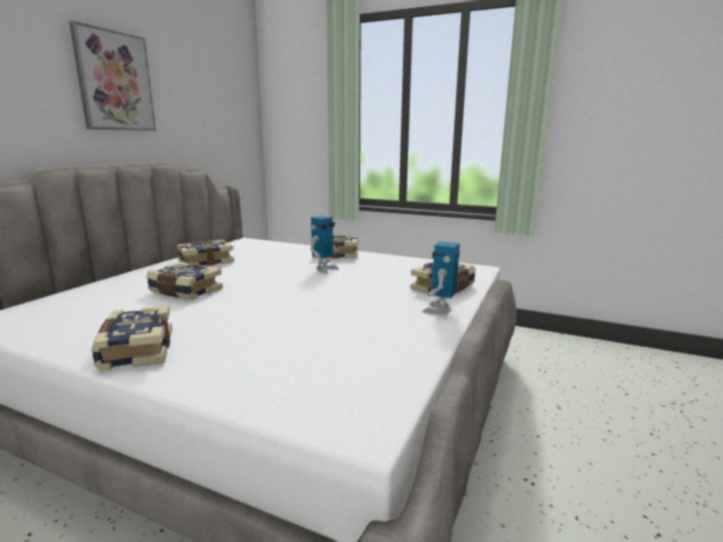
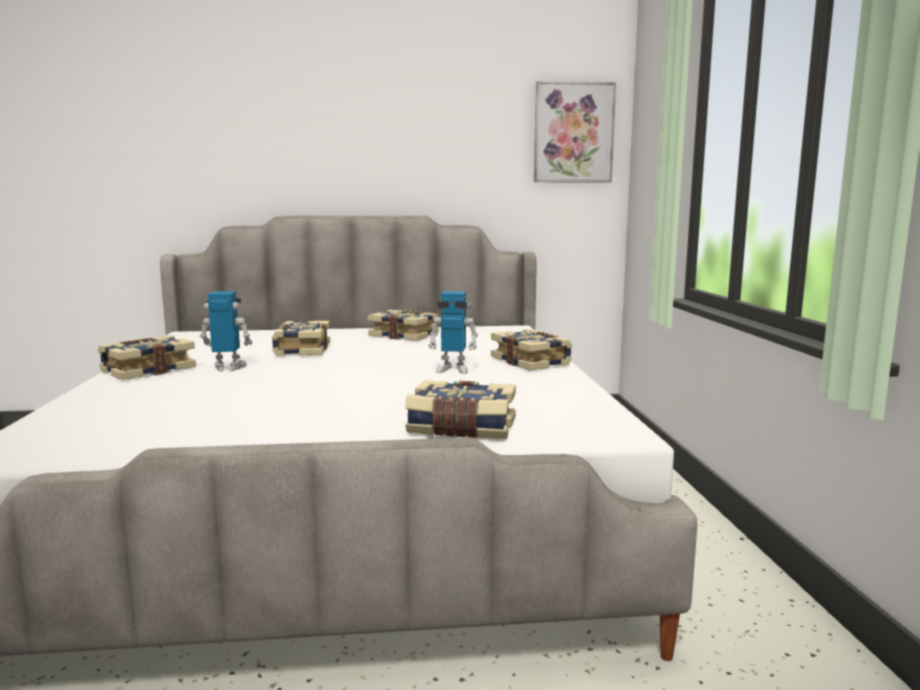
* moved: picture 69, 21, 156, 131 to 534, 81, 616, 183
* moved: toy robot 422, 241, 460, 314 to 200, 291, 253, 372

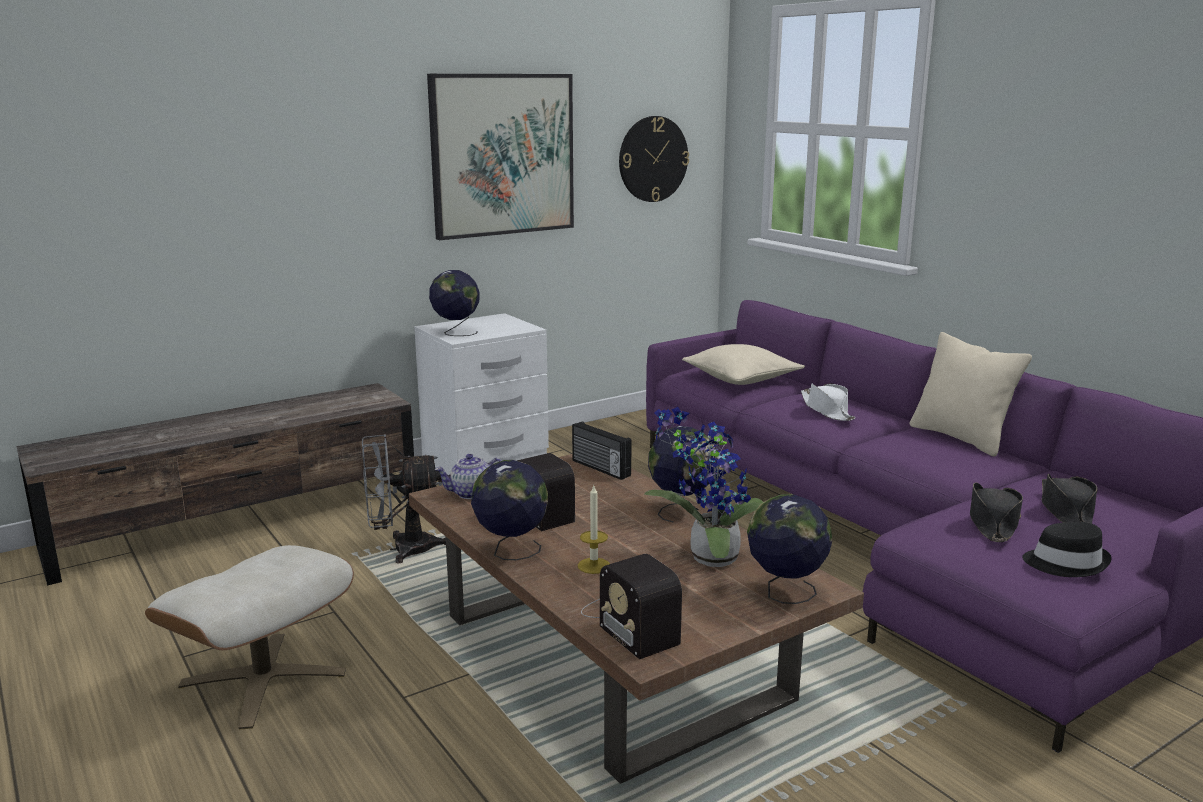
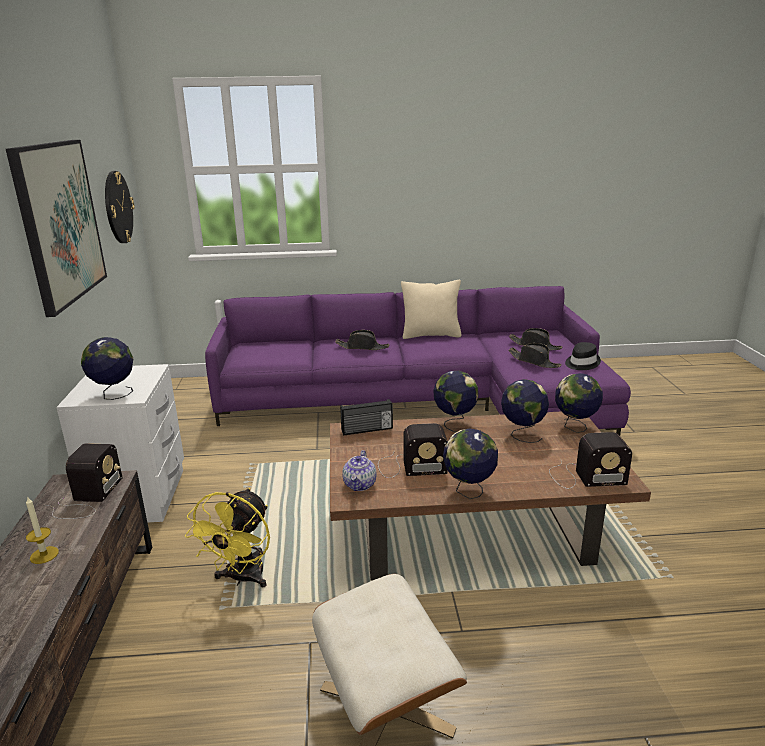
* removed: pillow in beige 682, 344, 805, 385
* added: radio 46, 443, 123, 519
* moved: candle 578, 486, 610, 574 to 26, 496, 59, 564
* replaced: potted plant 644, 407, 763, 567 to globe 501, 379, 549, 443
* recoloured: fan in grey 362, 434, 446, 564 to fan in yellow 185, 488, 270, 588
* recoloured: hat in white 801, 383, 856, 421 to hat in black 335, 330, 389, 350

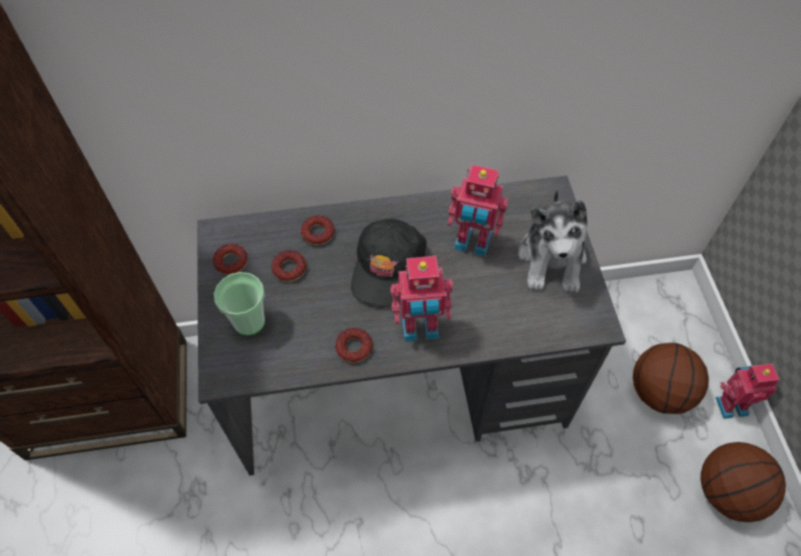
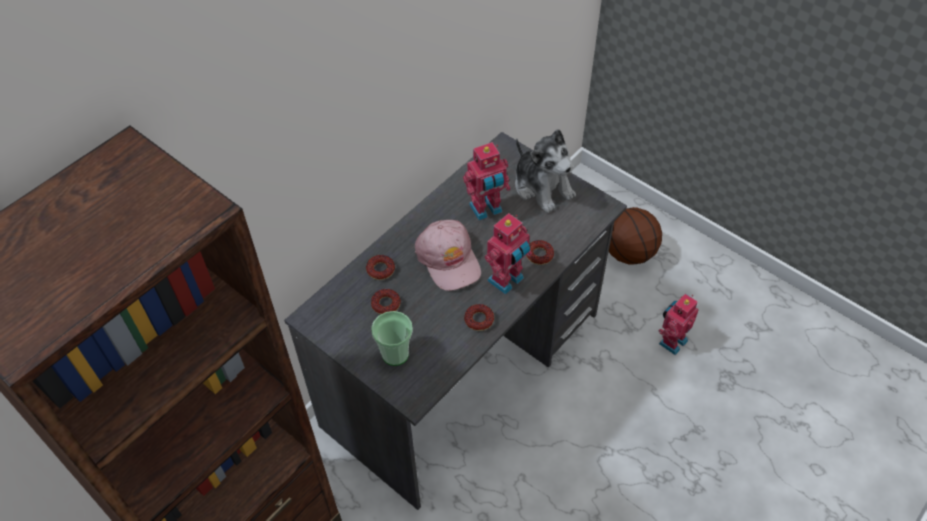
* removed: basketball 701, 442, 786, 522
* moved: donut 213, 244, 248, 275 to 526, 240, 554, 265
* moved: toy robot 715, 364, 780, 419 to 659, 294, 699, 355
* recoloured: cap in black 351, 219, 427, 307 to cap in pink 415, 220, 481, 291

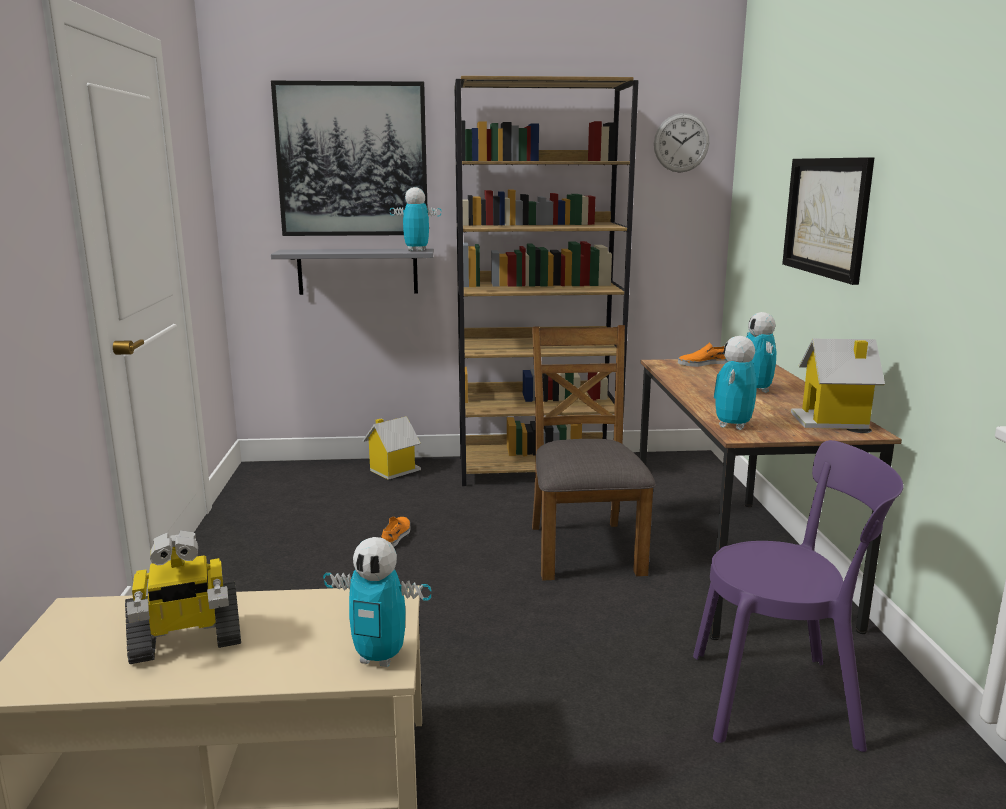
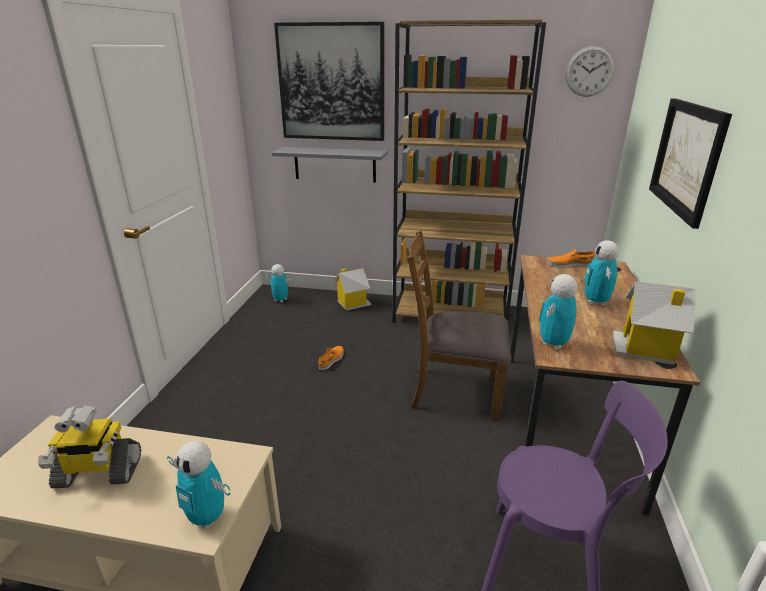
* moved: toy robot 390, 187, 441, 251 to 264, 264, 293, 303
* turned: chair in brown 532, 325, 656, 581 = 407, 230, 511, 421 90 degrees counterclockwise

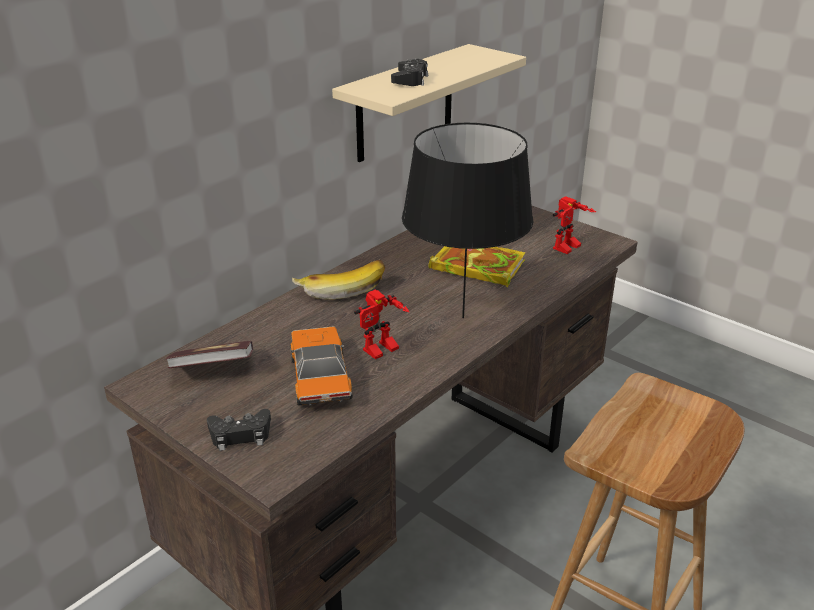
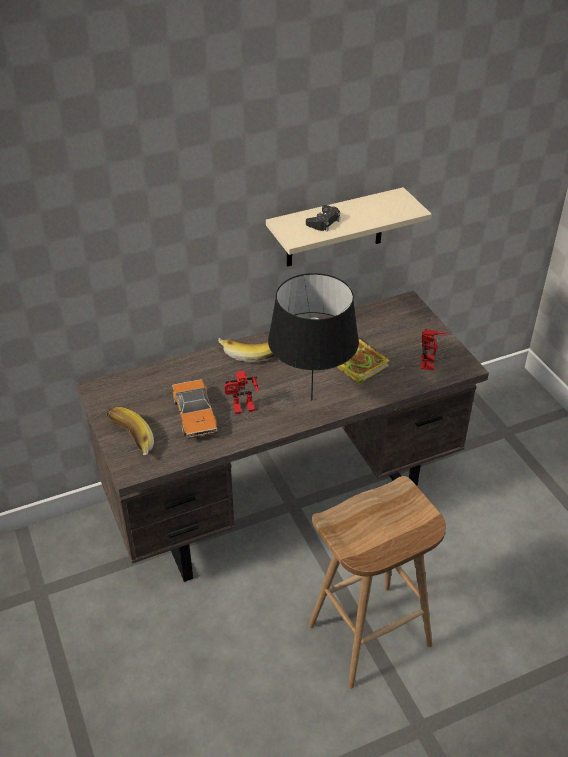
* removed: book 166, 341, 253, 368
* replaced: game controller in black 207, 409, 271, 451 to banana 107, 407, 154, 456
* turned: toy car 290, 326, 352, 406 = 172, 379, 218, 439 150 degrees clockwise
* turned: toy robot 553, 196, 596, 254 = 421, 329, 446, 370 60 degrees counterclockwise

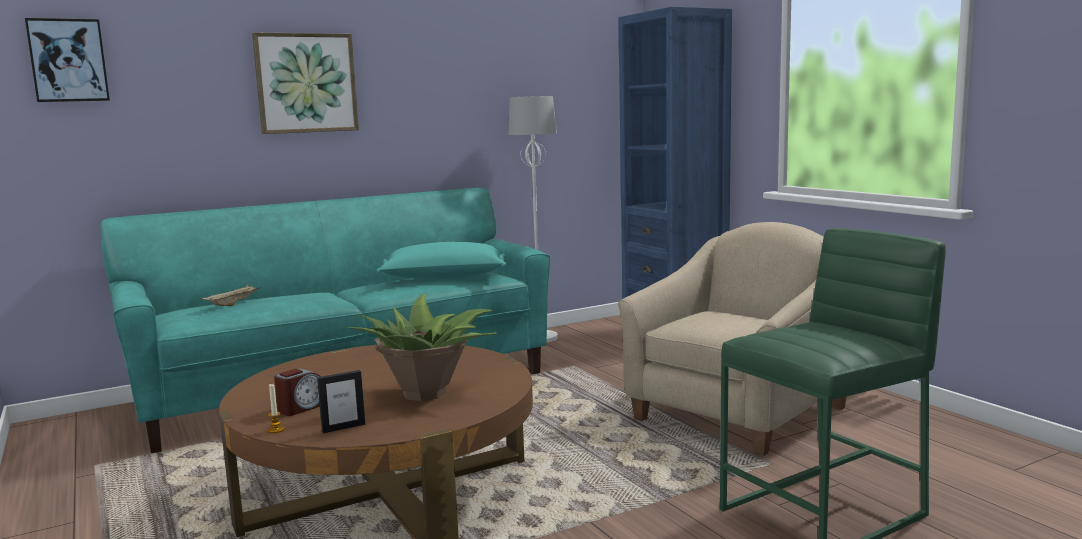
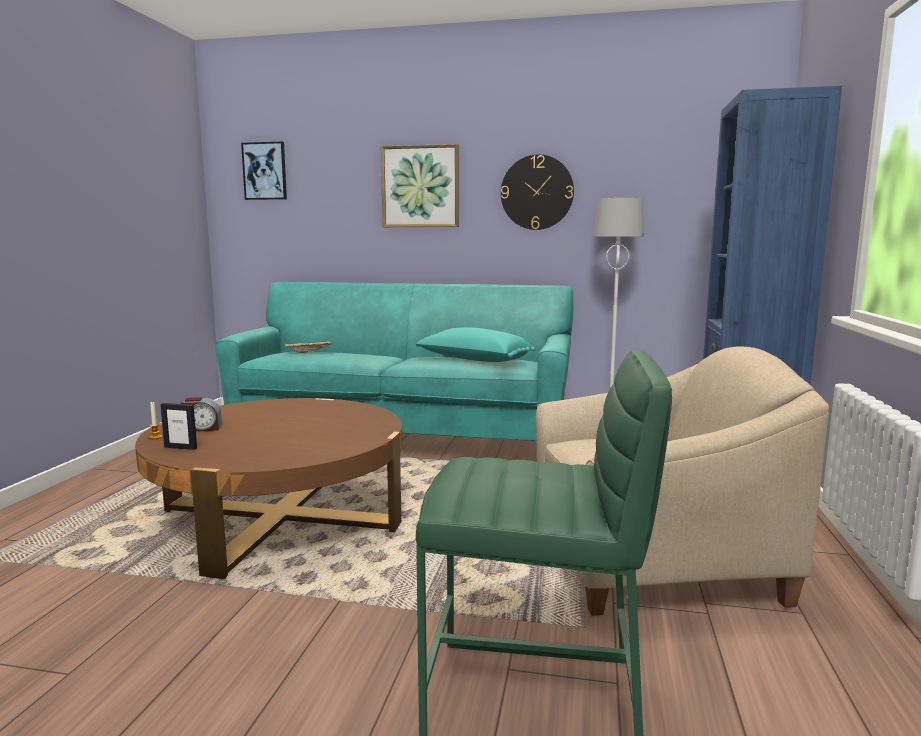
* removed: potted plant 347, 293, 497, 401
* added: wall clock 501, 154, 574, 230

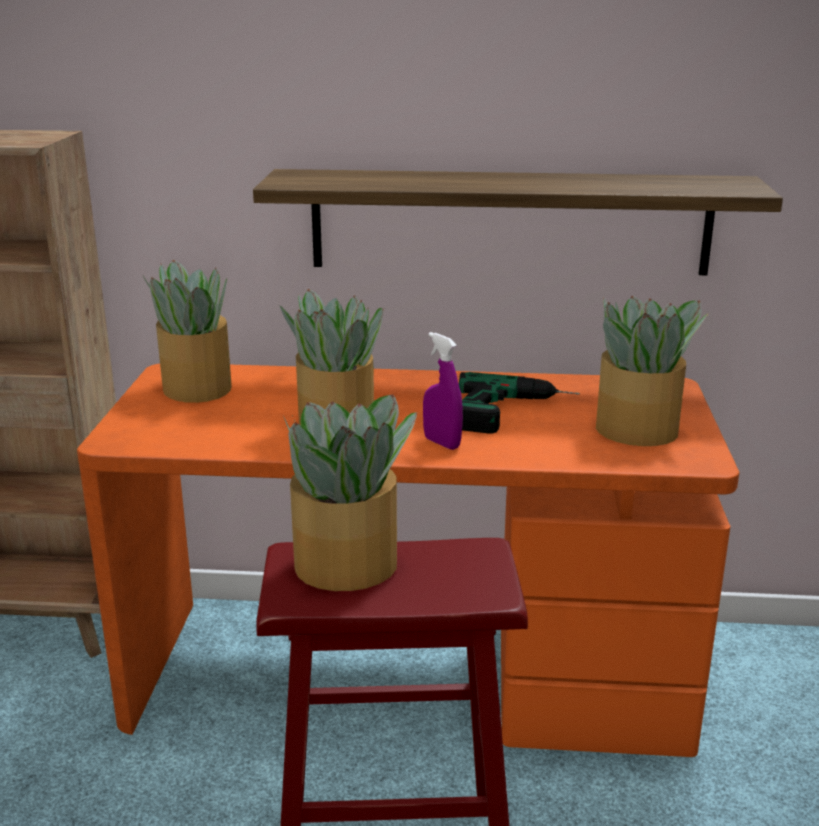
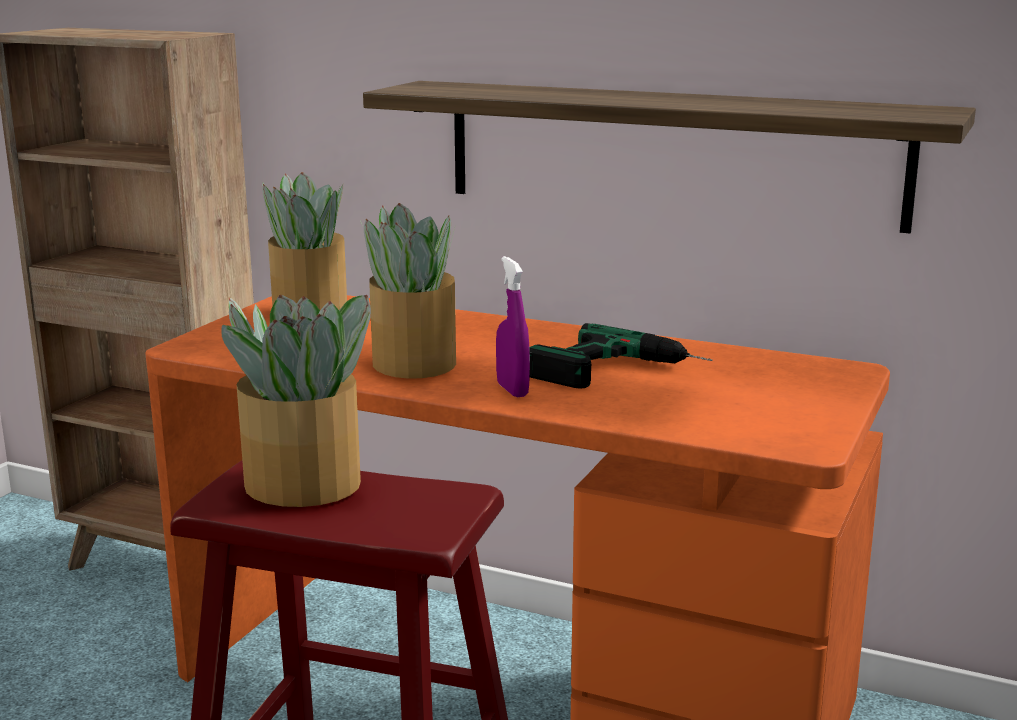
* removed: potted plant 596, 296, 708, 446

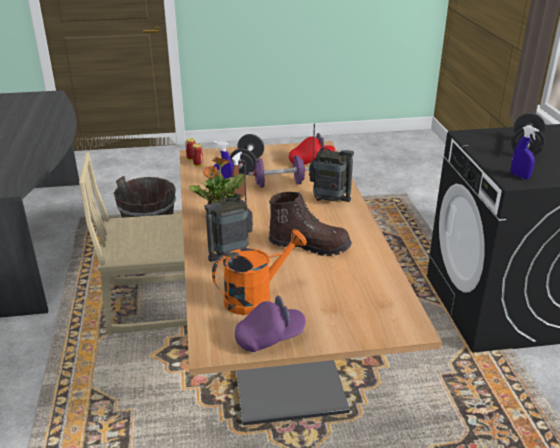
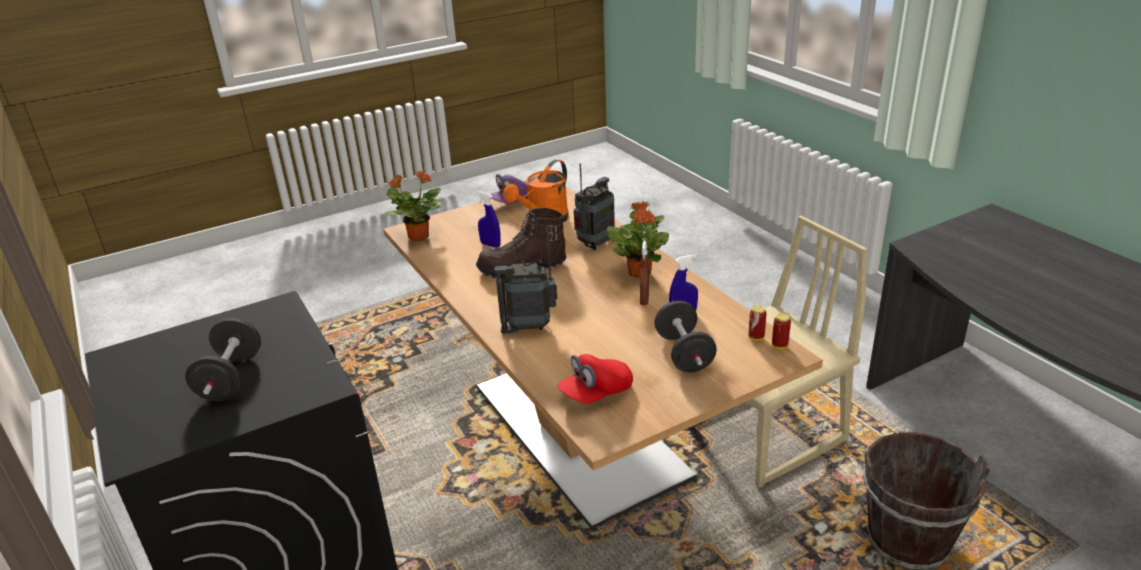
* removed: dumbbell in purple 249, 155, 309, 188
* added: potted plant 384, 171, 441, 241
* moved: spray bottle in blue 511, 125, 539, 179 to 477, 191, 501, 248

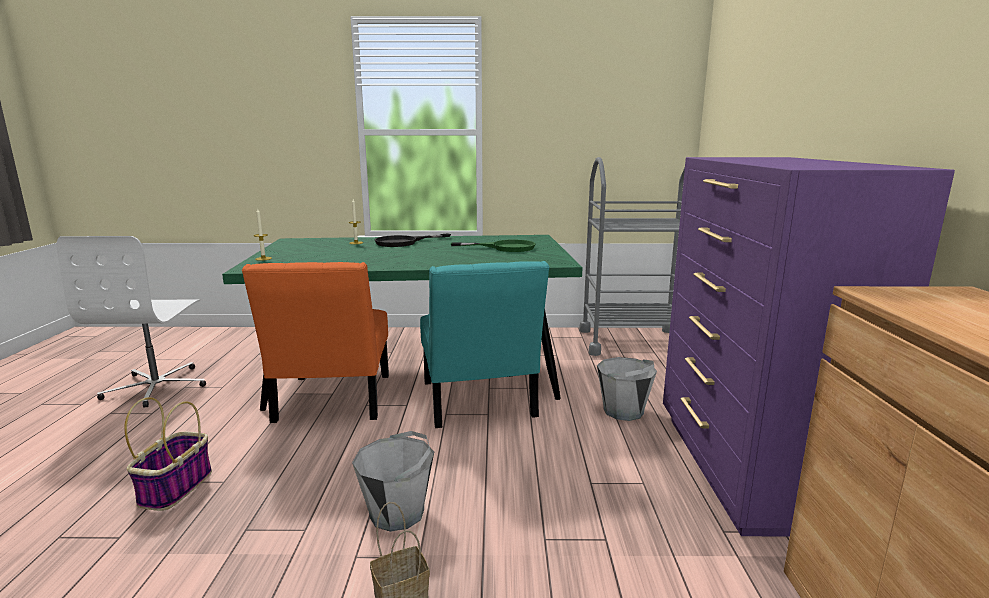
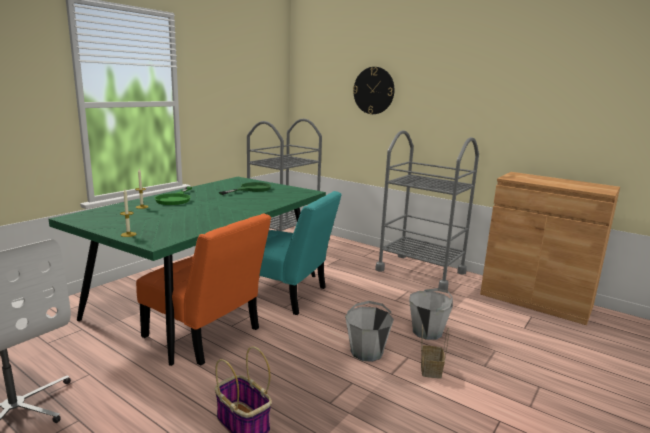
* added: wall clock 353, 67, 394, 114
* moved: bucket in grey 597, 357, 657, 421 to 409, 288, 453, 340
* replaced: dresser in purple 663, 157, 955, 536 to cart in grey 375, 130, 479, 290
* recoloured: frying pan in black 375, 233, 451, 247 to frying pan in green 155, 187, 192, 205

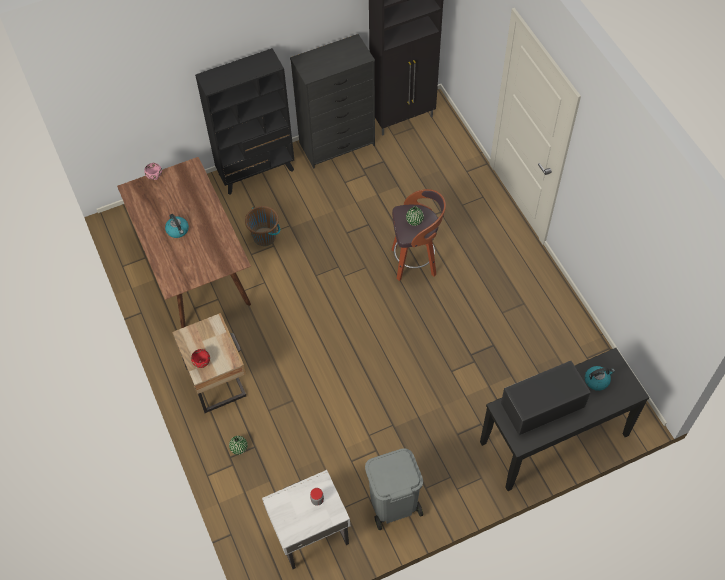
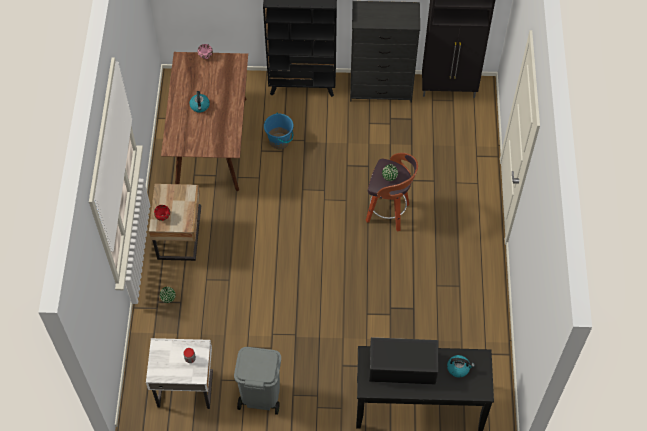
* recoloured: bucket in brown 245, 206, 280, 246 to bucket in blue 264, 113, 294, 149

